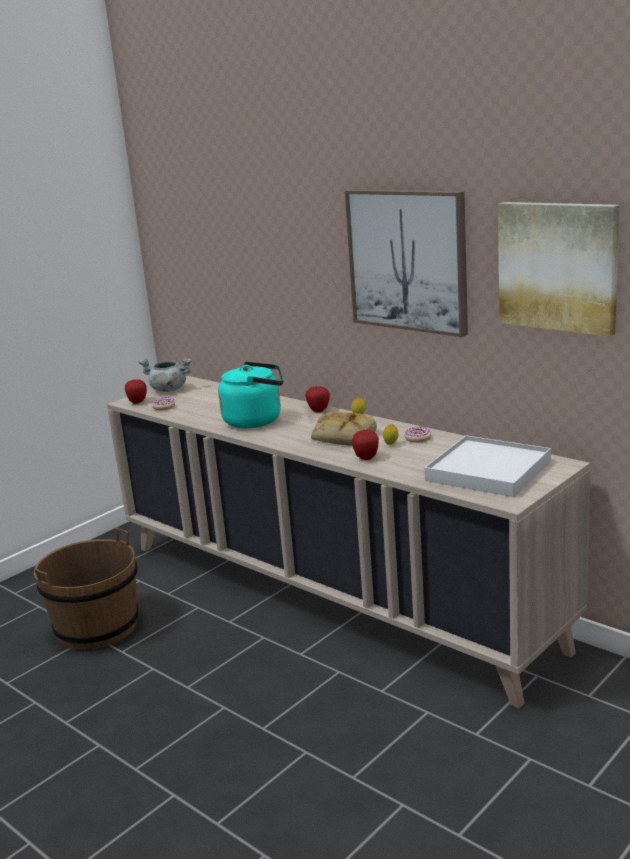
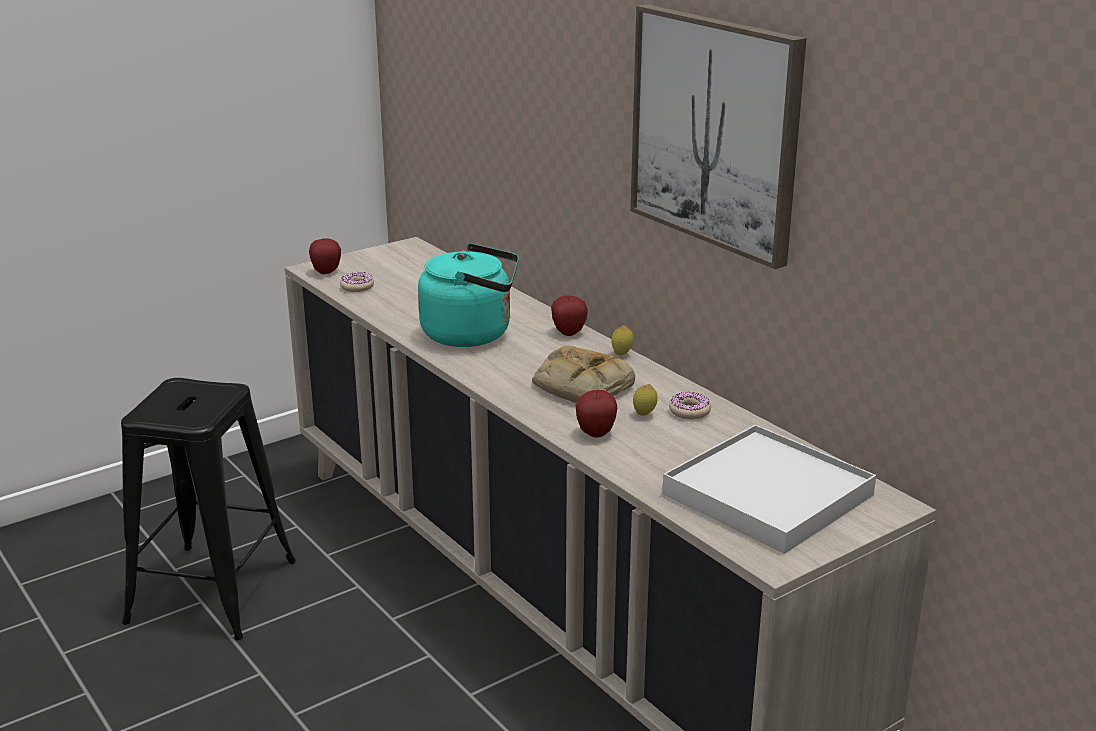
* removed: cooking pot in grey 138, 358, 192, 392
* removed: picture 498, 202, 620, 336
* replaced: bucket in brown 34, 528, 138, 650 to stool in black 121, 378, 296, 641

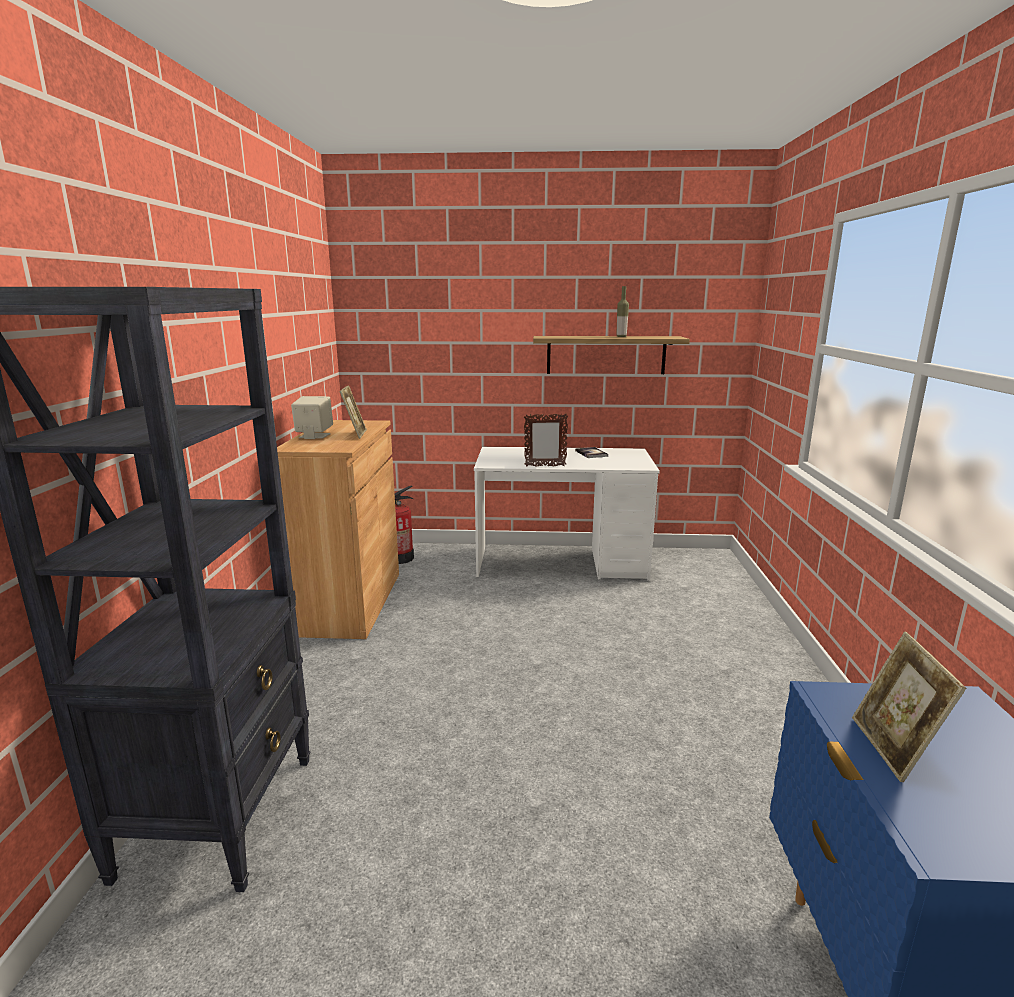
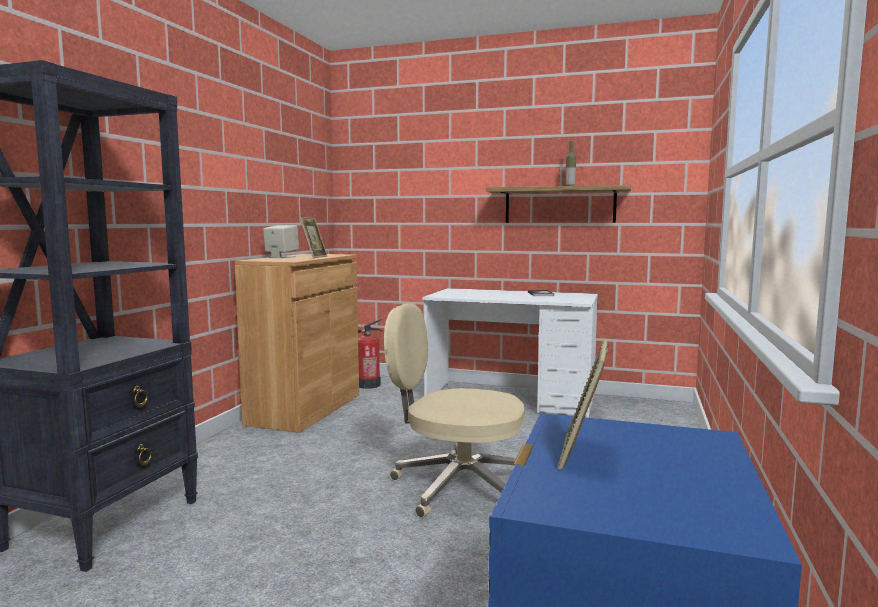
* removed: picture frame 524, 414, 568, 467
* added: office chair in beige 384, 303, 525, 518

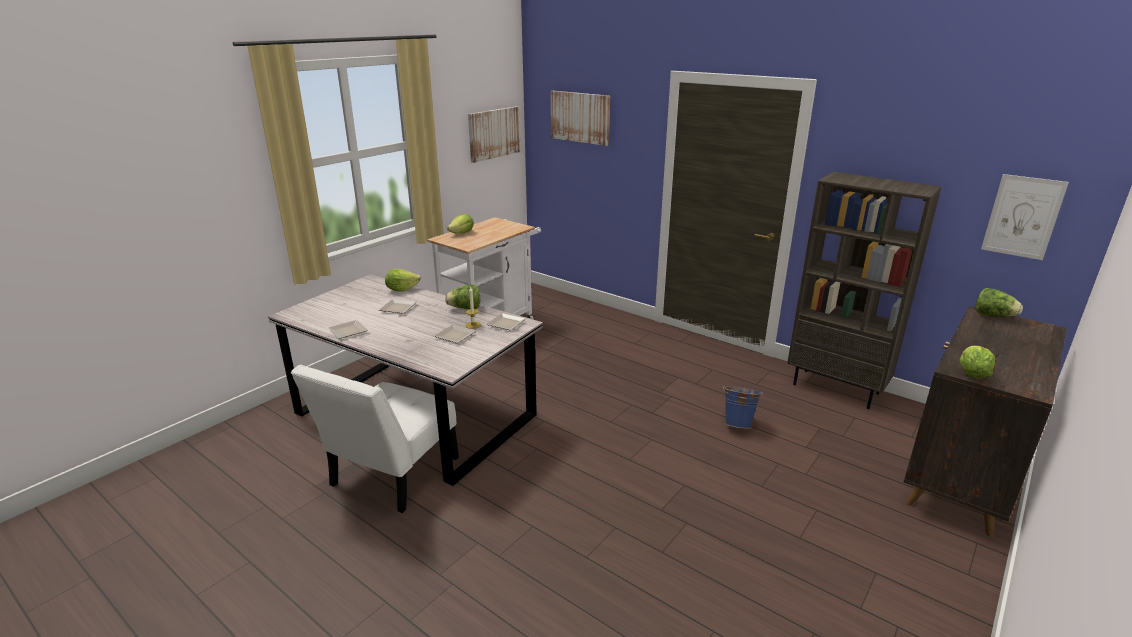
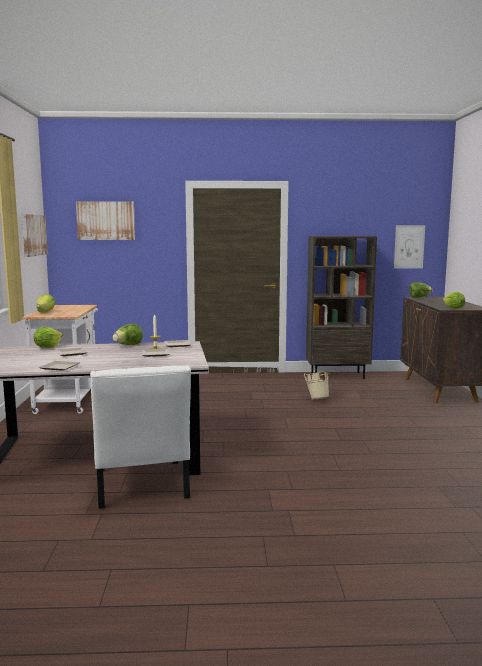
* recoloured: bucket in blue 723, 386, 763, 429 to bucket in beige 304, 371, 330, 400

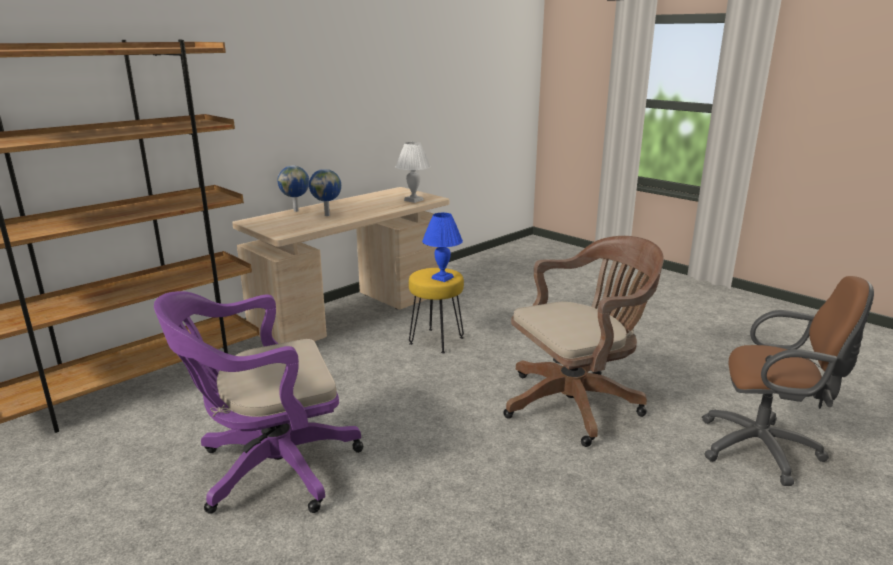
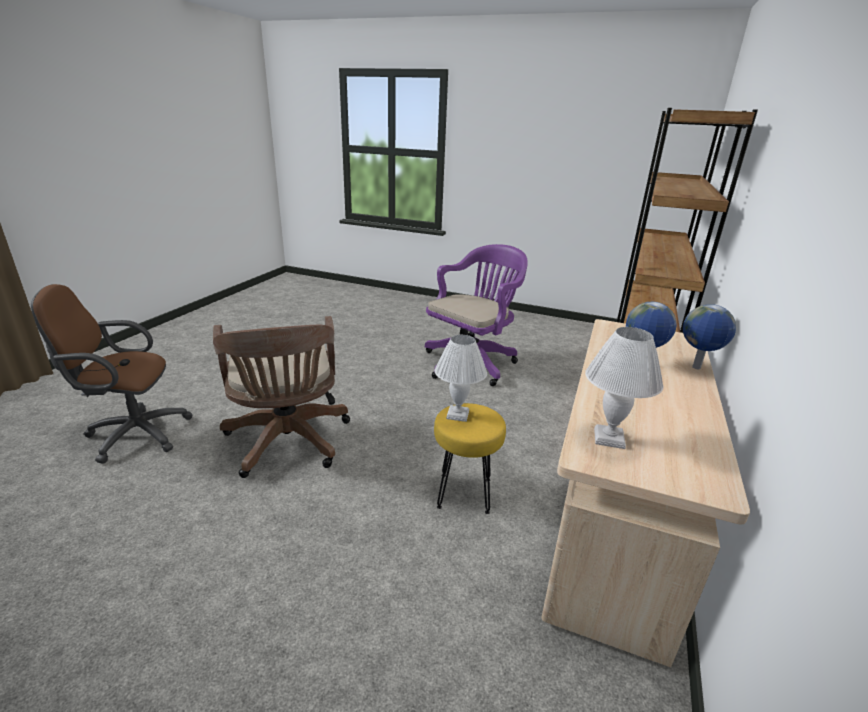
* recoloured: table lamp in blue 422, 213, 463, 282 to table lamp in white 435, 335, 487, 422
* turned: office chair in brown 503, 236, 664, 447 = 213, 316, 350, 478 60 degrees counterclockwise

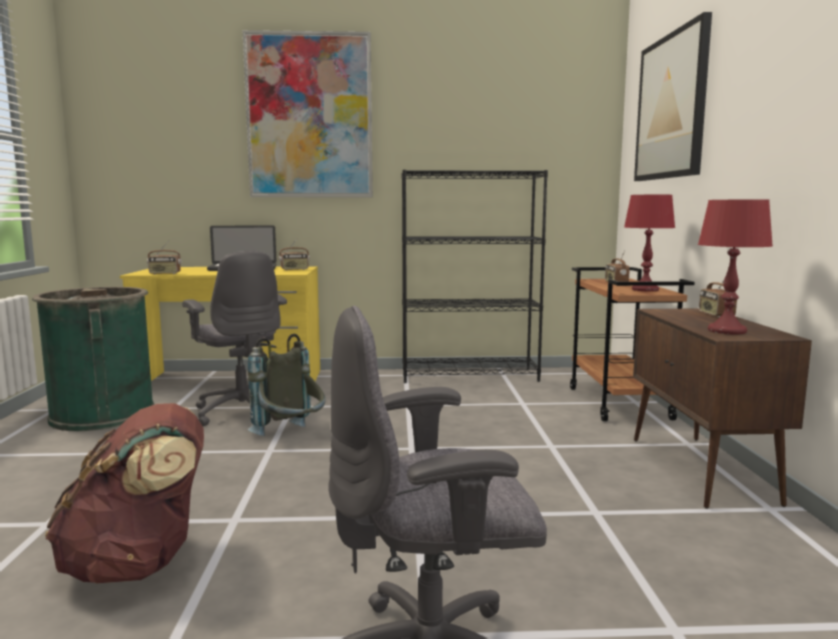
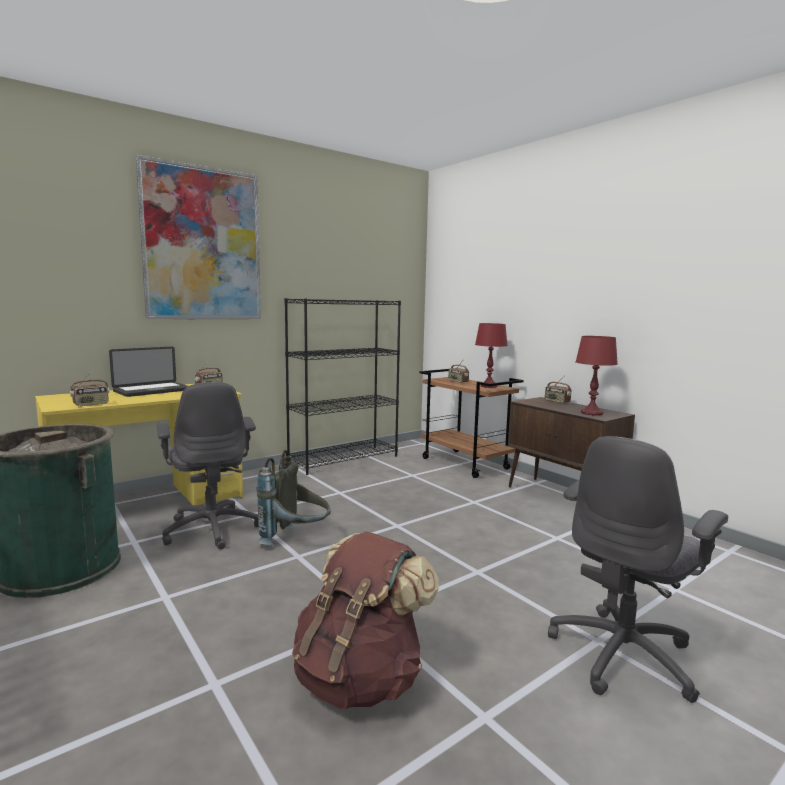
* removed: picture 634, 12, 712, 181
* turned: office chair in grey 182, 251, 287, 426 = 157, 382, 258, 549 45 degrees clockwise

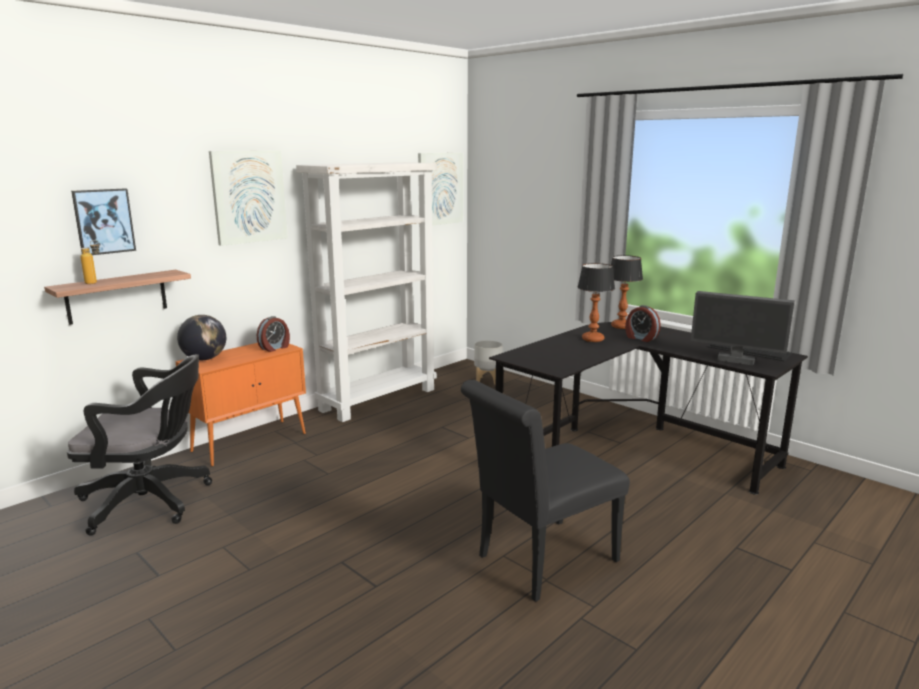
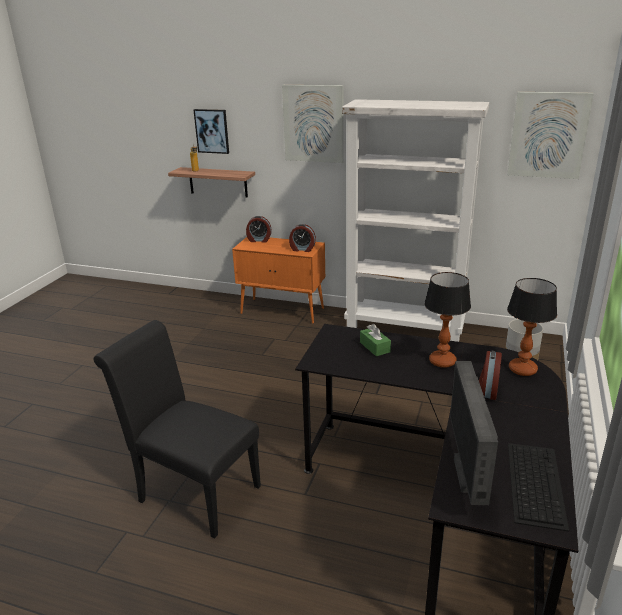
* removed: office chair in black 67, 354, 212, 536
* added: tissue box in green 360, 324, 391, 356
* replaced: globe 177, 315, 226, 360 to alarm clock 246, 216, 272, 242

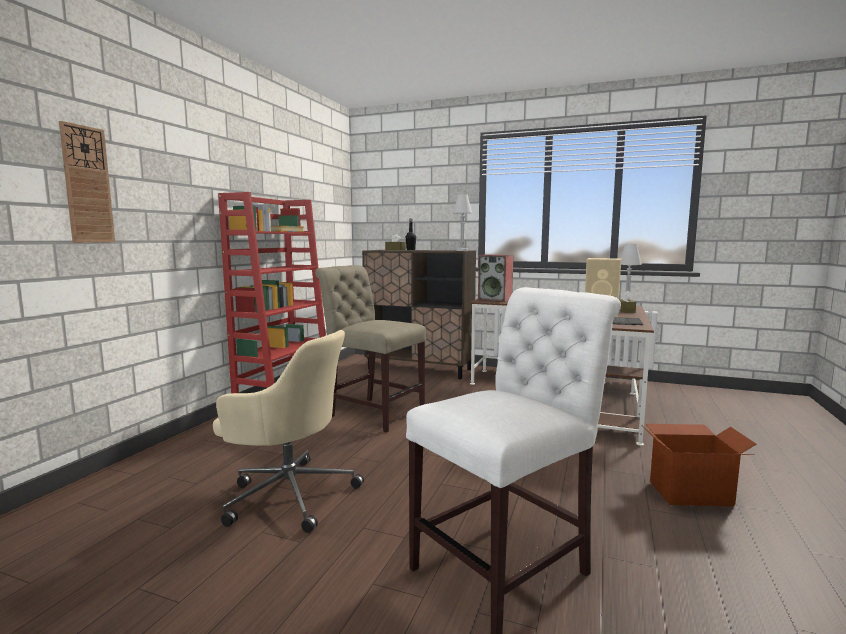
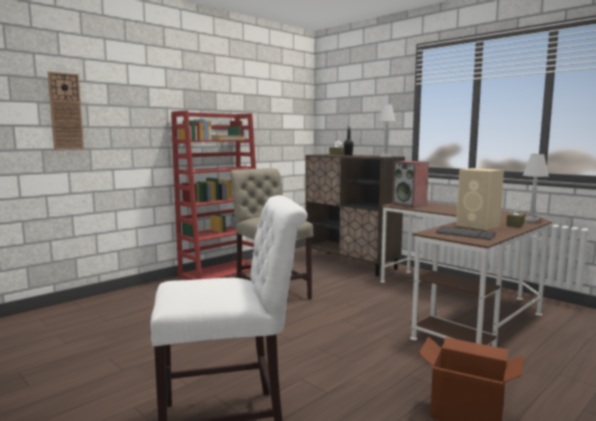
* removed: office chair in beige 213, 330, 364, 533

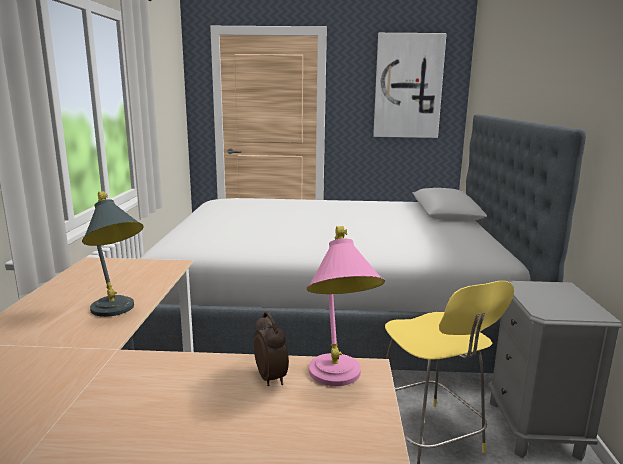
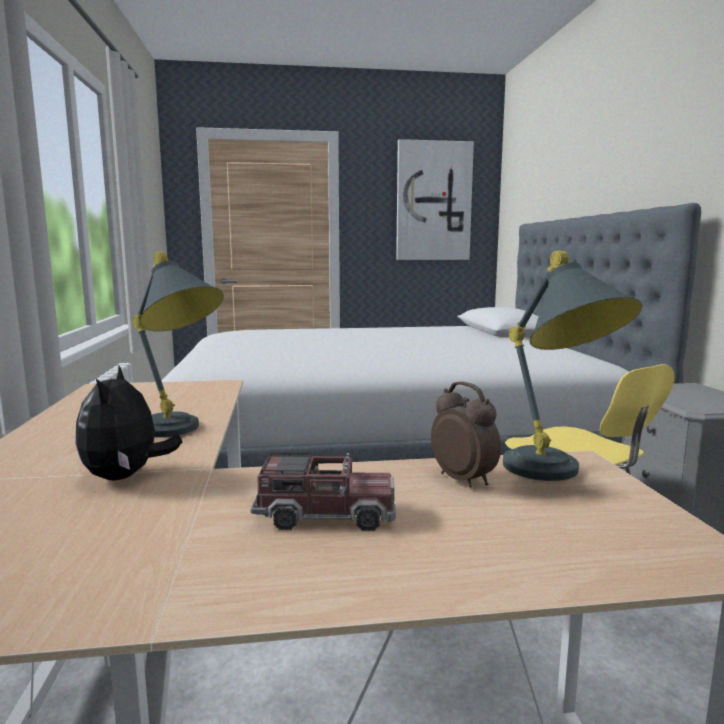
* added: plush toy 75, 365, 182, 480
* added: toy truck 250, 452, 396, 531
* recoloured: table lamp in pink 306, 226, 385, 386 to table lamp in grey 503, 251, 642, 481

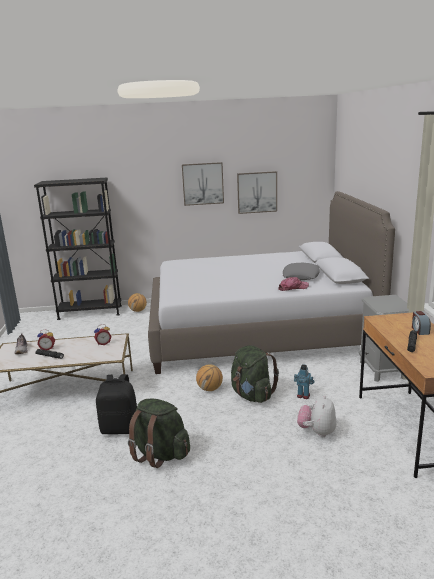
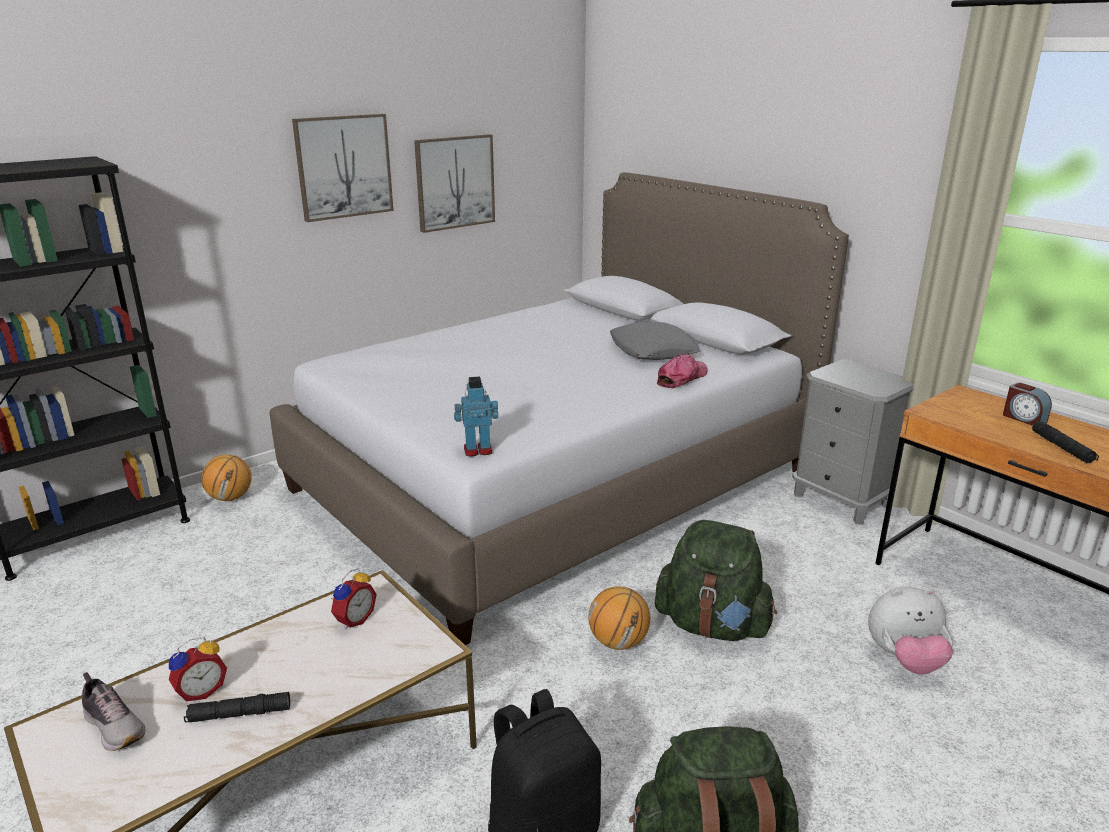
* moved: toy robot 294, 364, 314, 399 to 454, 376, 498, 457
* turned: plush toy 297, 395, 336, 437 = 868, 587, 953, 675 75 degrees counterclockwise

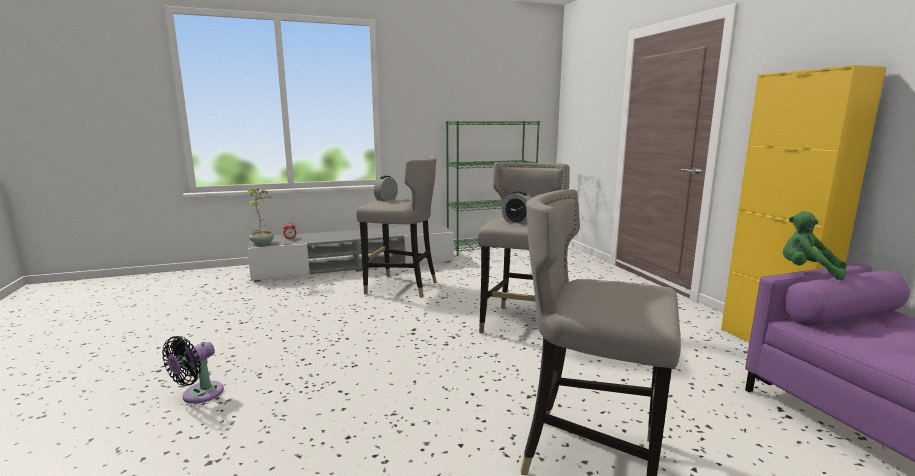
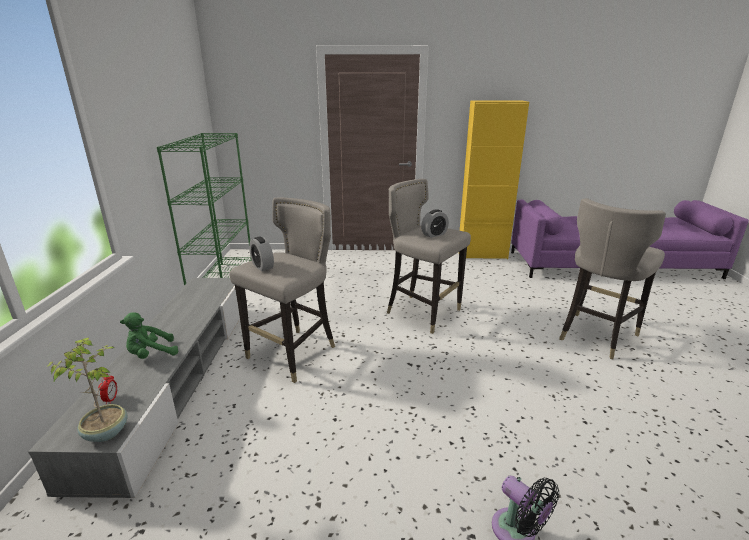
* moved: plush toy in green 783, 211, 847, 280 to 120, 312, 179, 359

